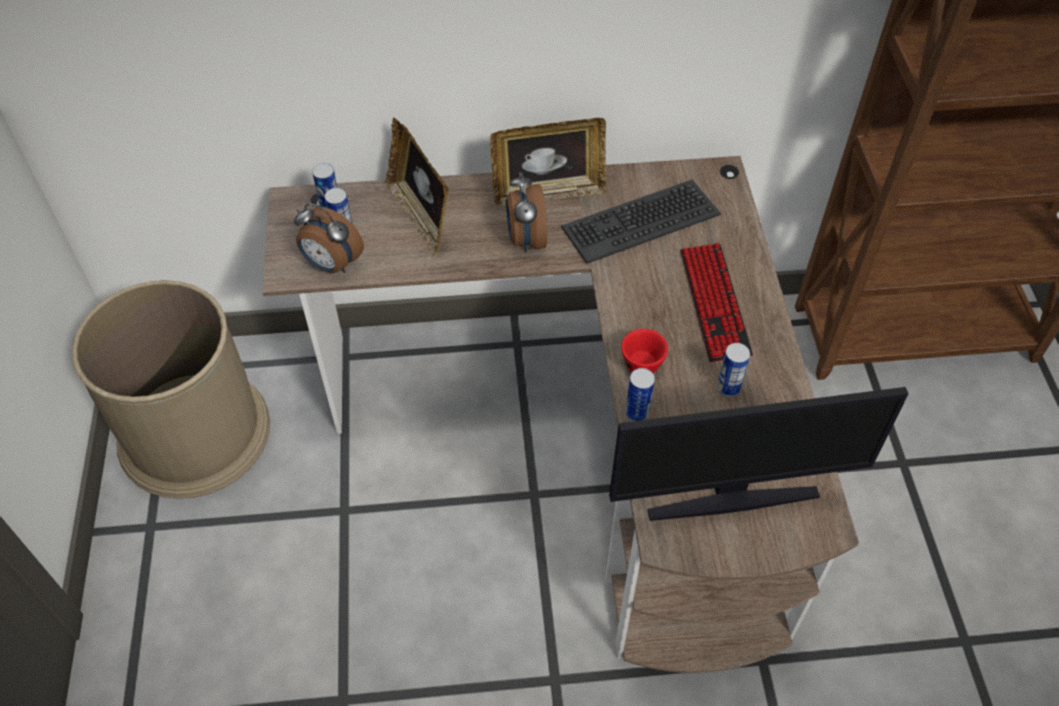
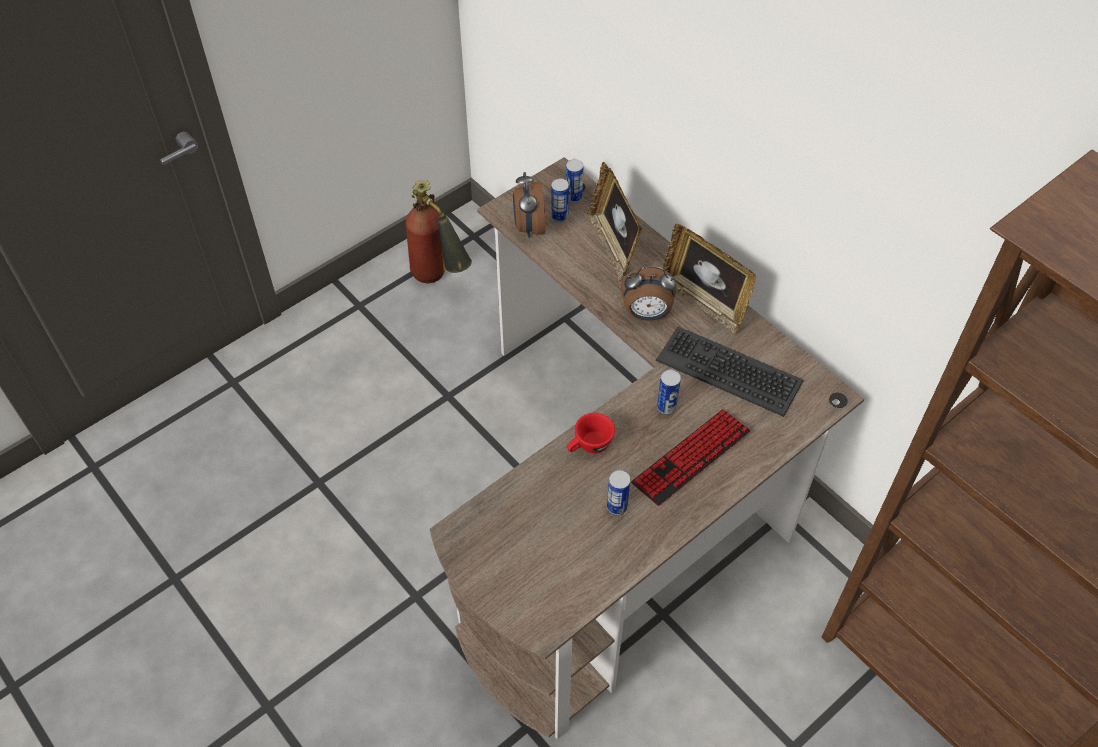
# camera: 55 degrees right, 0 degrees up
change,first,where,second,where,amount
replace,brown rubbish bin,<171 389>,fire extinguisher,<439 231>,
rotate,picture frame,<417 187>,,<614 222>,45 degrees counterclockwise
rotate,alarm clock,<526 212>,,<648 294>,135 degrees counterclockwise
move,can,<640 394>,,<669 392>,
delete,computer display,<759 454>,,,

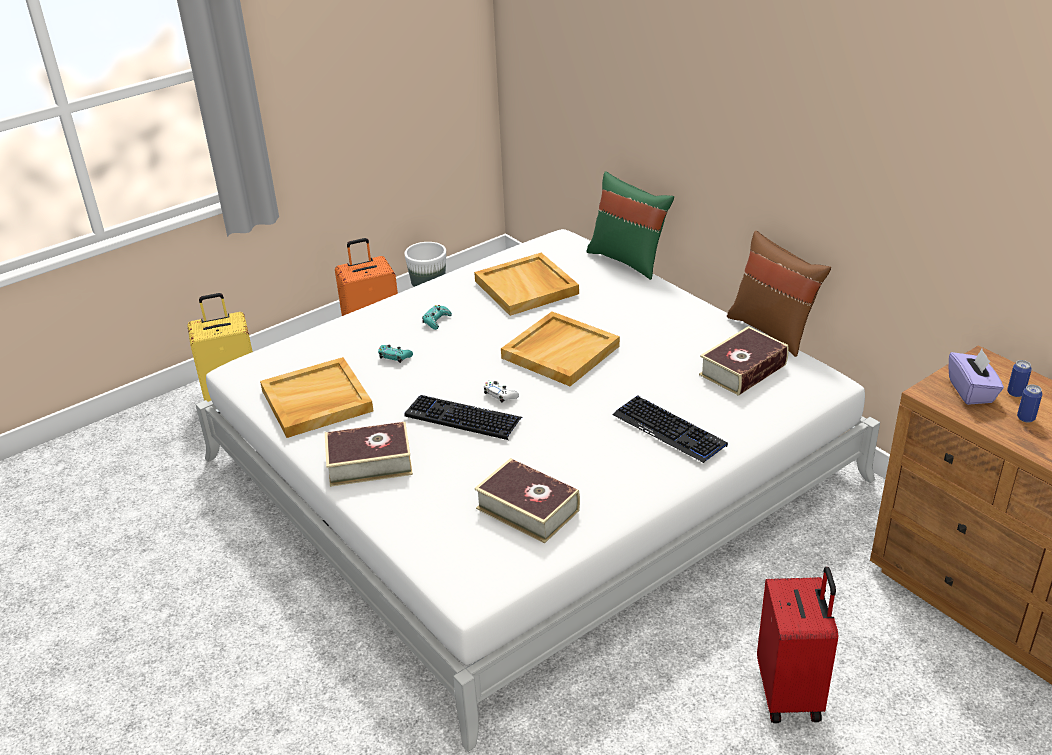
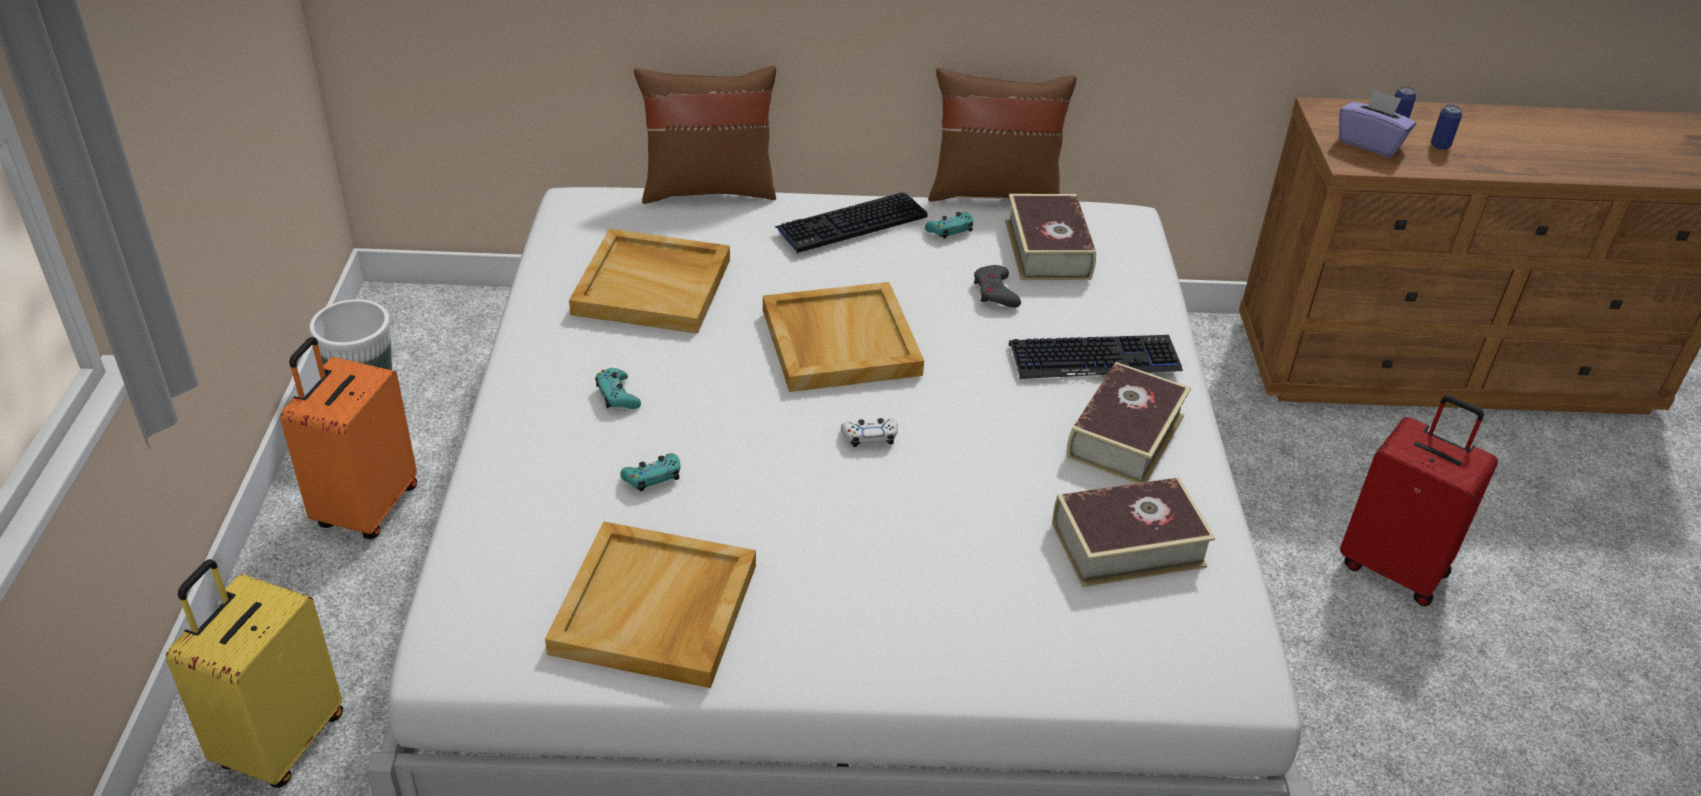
# camera: 55 degrees left, 5 degrees up
change,first,where,second,where,amount
recolor,greenish cushion,<630 226>,brown cushion,<705 135>,
move,PC keyboard,<463 417>,,<851 222>,
insert,,,blue-green joypad,<949 225>,
insert,,,gray joypad,<997 286>,
move,volume,<369 454>,,<1129 422>,

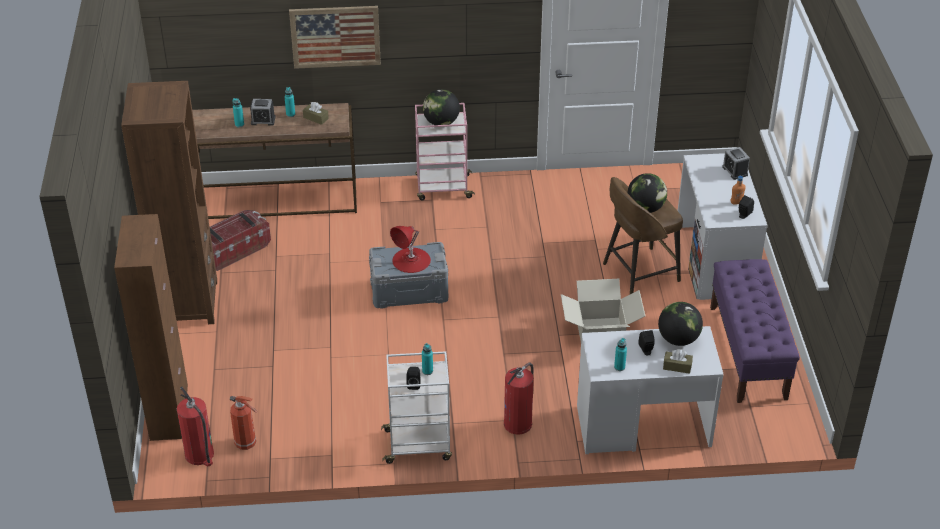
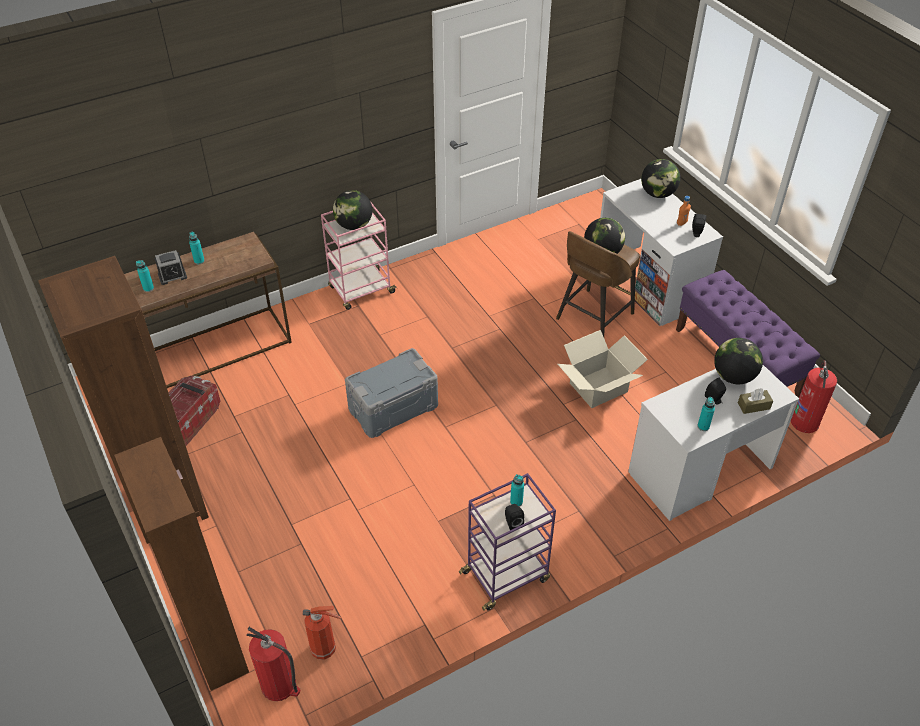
# camera: 25 degrees left, 5 degrees up
change,first,where,second,where,amount
recolor,white cart,<416 407>,purple cart,<507 542>,
replace,alarm clock,<736 163>,world globe,<661 178>,
move,fire extinguisher,<519 399>,,<814 396>,
delete,picture,<335 37>,,,
delete,brown tissue box,<316 113>,,,
delete,reddish tabletop lamp,<410 249>,,,

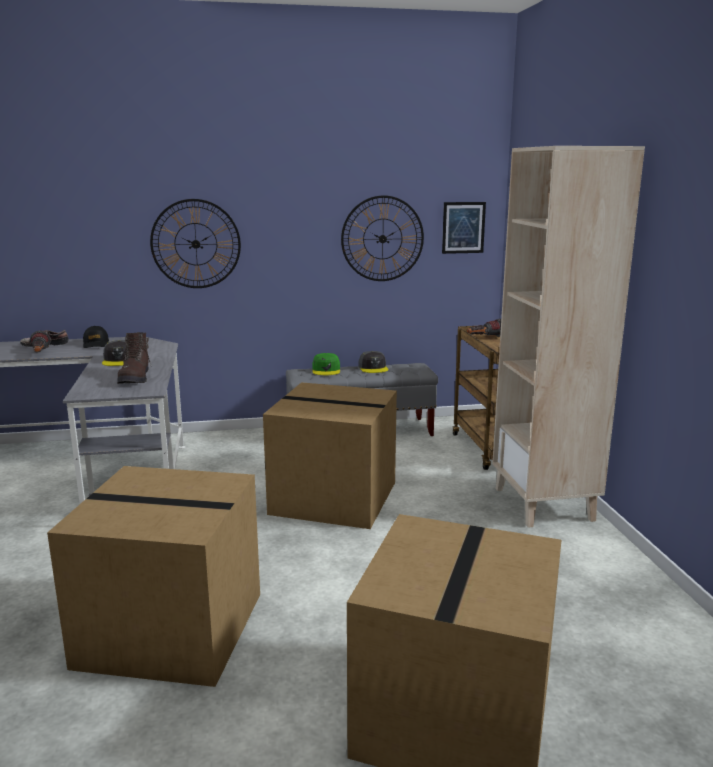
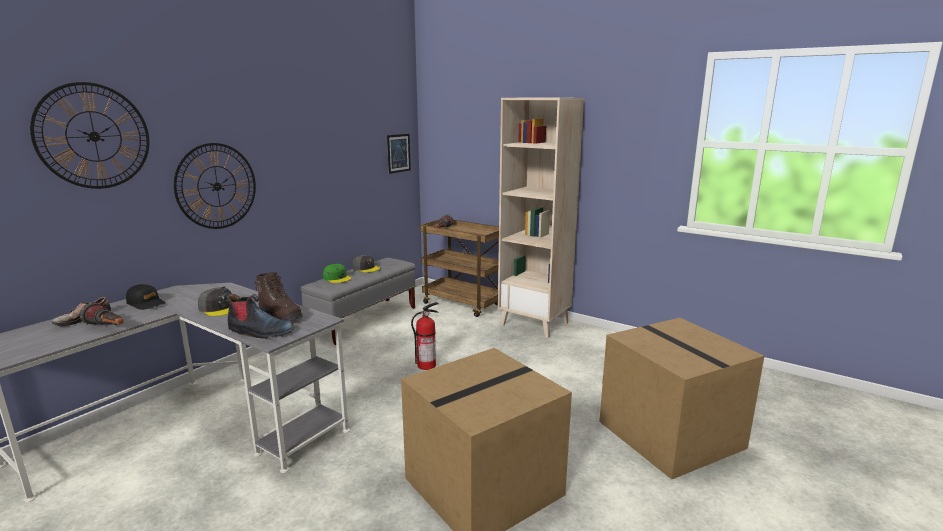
# camera: 45 degrees left, 0 degrees up
change,first,where,second,where,amount
move,hanging clock,<382 238>,,<89 135>,
insert,,,boot,<257 312>,
replace,packing box,<330 455>,fire extinguisher,<425 336>,

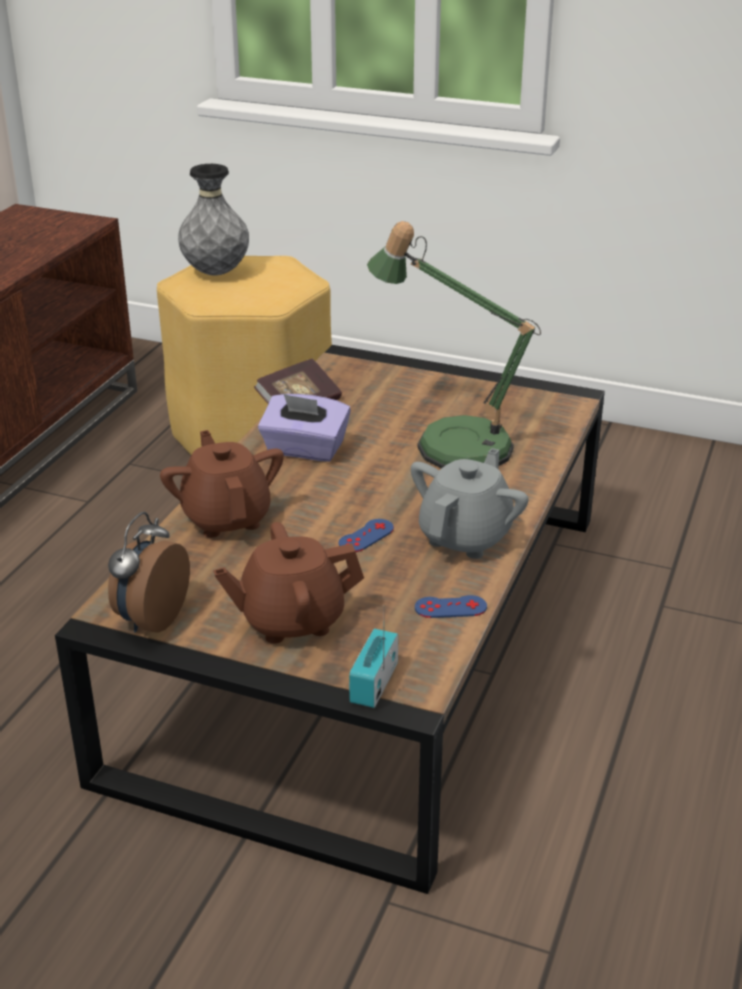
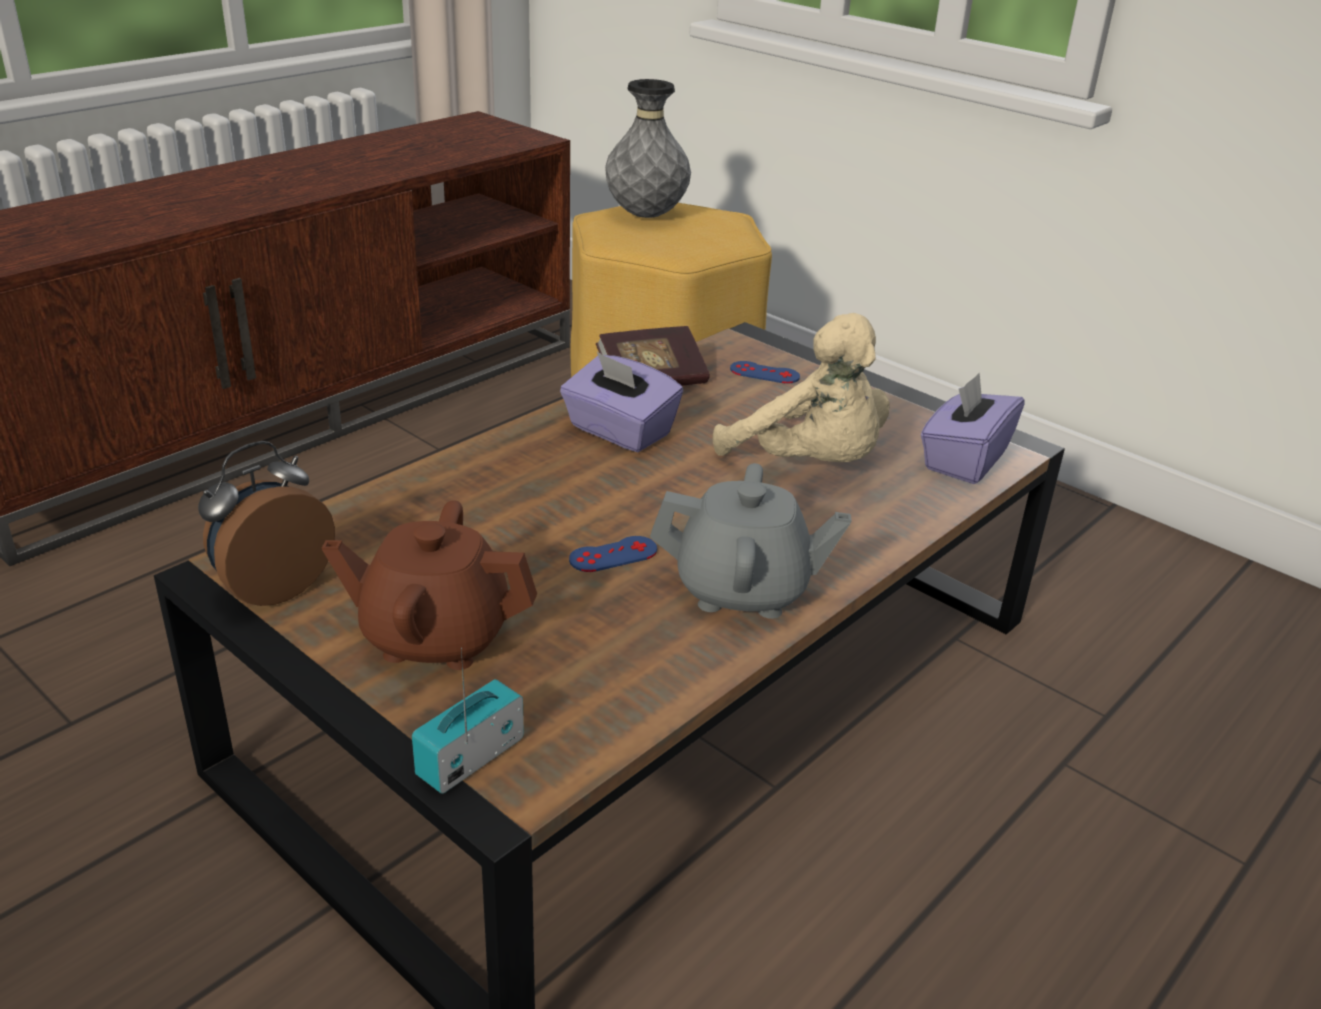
# camera: 20 degrees right, 0 degrees up
change,first,where,second,where,amount
rotate,gray teapot,<470 503>,,<751 541>,45 degrees clockwise
replace,tabletop lamp,<454 345>,beige soft toy,<800 387>,
move,blue joypad,<451 606>,,<765 372>,
insert,,,purple tissue box,<973 428>,
delete,brown teapot,<222 484>,,,

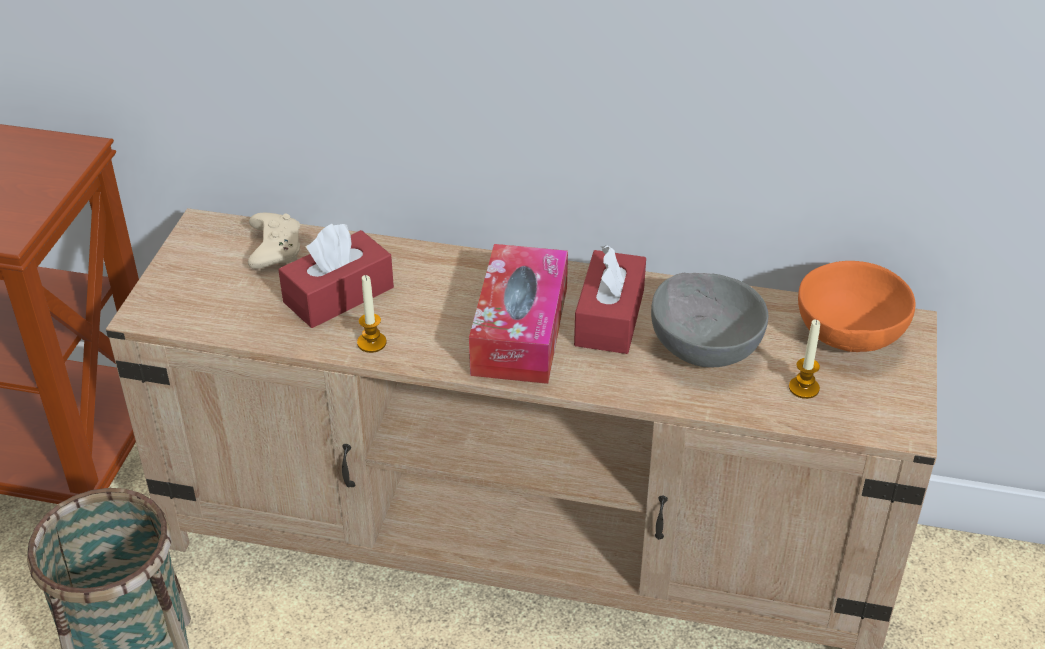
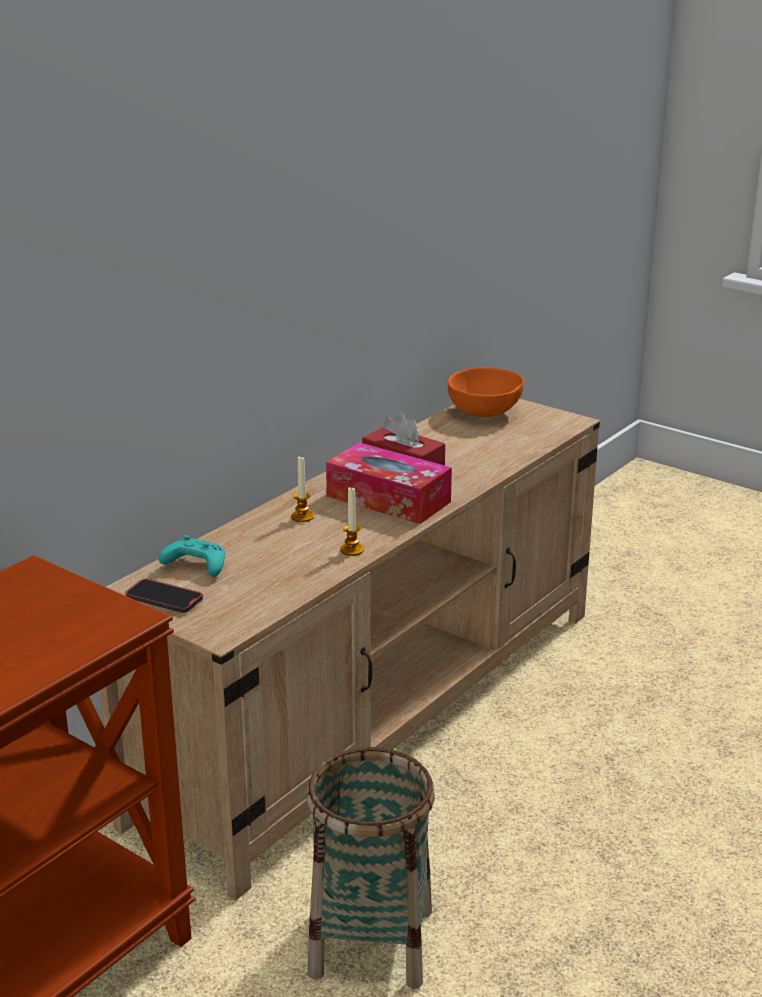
# camera: 65 degrees left, 15 degrees down
change,first,where,second,where,amount
insert,,,phone,<164 596>,
recolor,beige joypad,<274 241>,blue-green joypad,<192 556>,
move,wax light,<804 359>,,<302 489>,
delete,reddish tissue box,<336 276>,,,
delete,gray serving bowl,<709 320>,,,

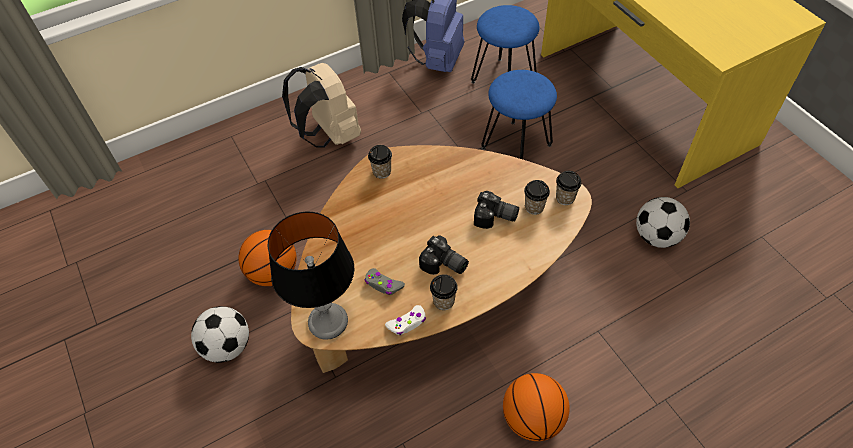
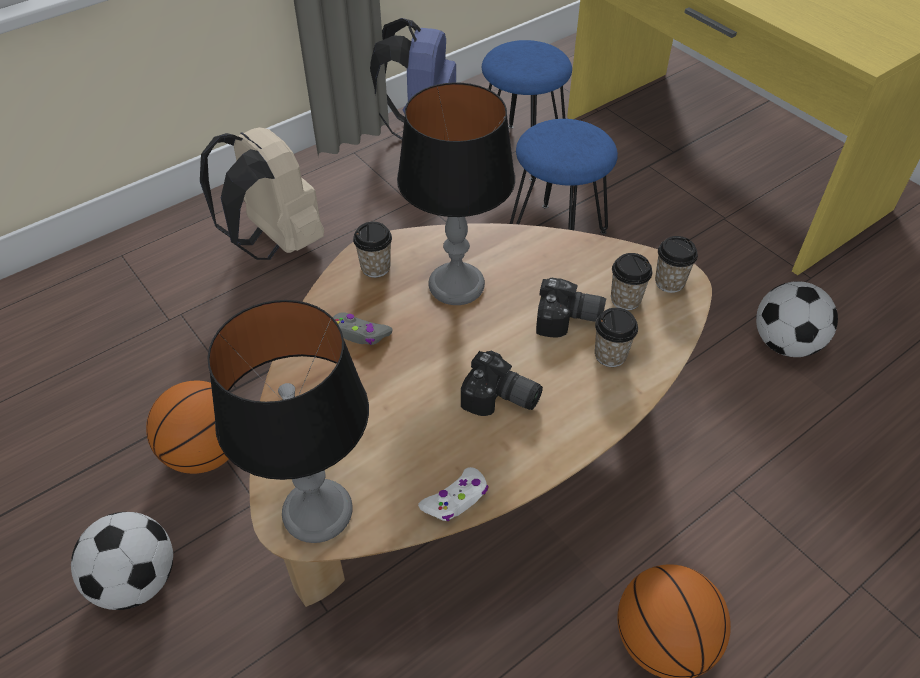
# camera: 10 degrees left, 5 degrees down
change,first,where,second,where,amount
move,gray joypad,<385 281>,,<363 328>,
insert,,,tabletop lamp,<456 193>,
move,small cup,<444 292>,,<616 337>,

